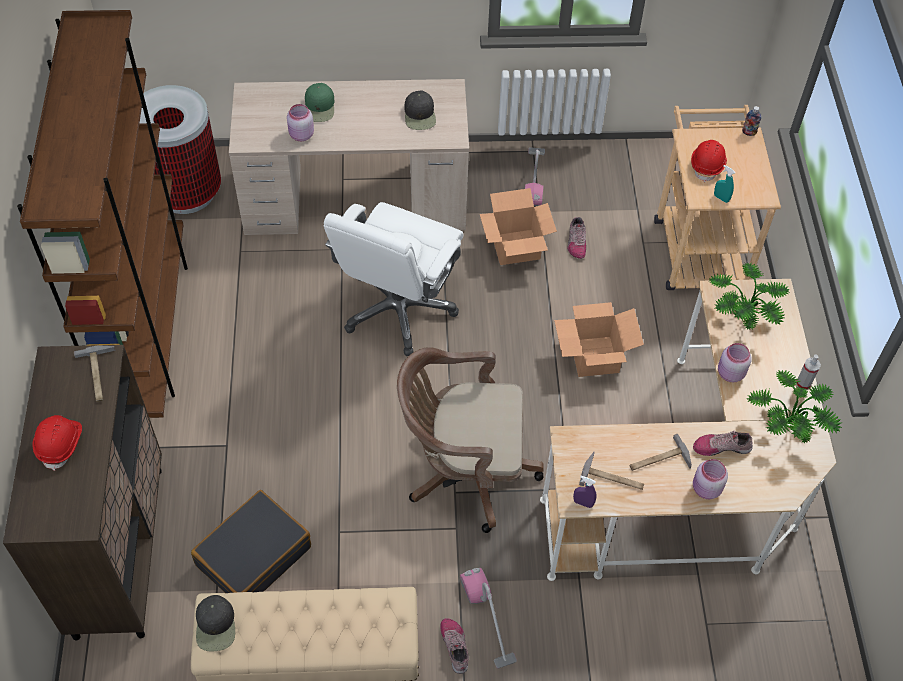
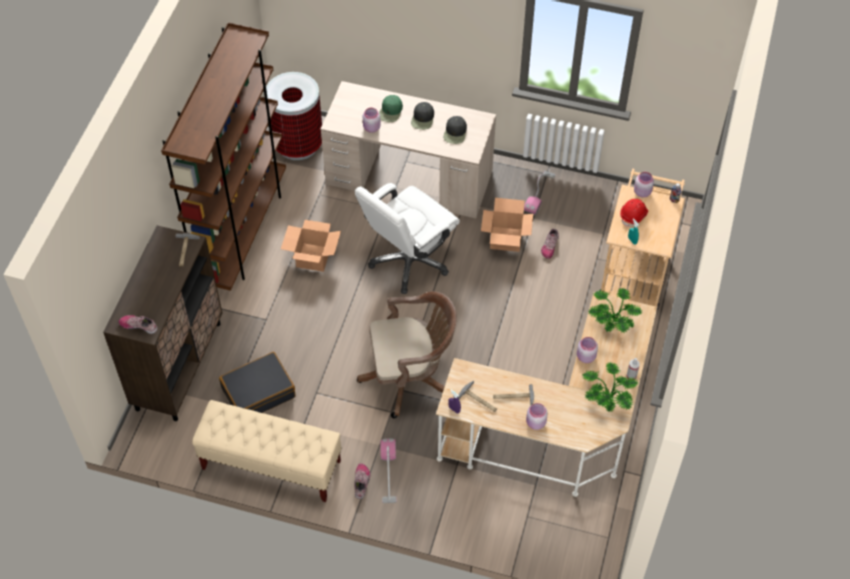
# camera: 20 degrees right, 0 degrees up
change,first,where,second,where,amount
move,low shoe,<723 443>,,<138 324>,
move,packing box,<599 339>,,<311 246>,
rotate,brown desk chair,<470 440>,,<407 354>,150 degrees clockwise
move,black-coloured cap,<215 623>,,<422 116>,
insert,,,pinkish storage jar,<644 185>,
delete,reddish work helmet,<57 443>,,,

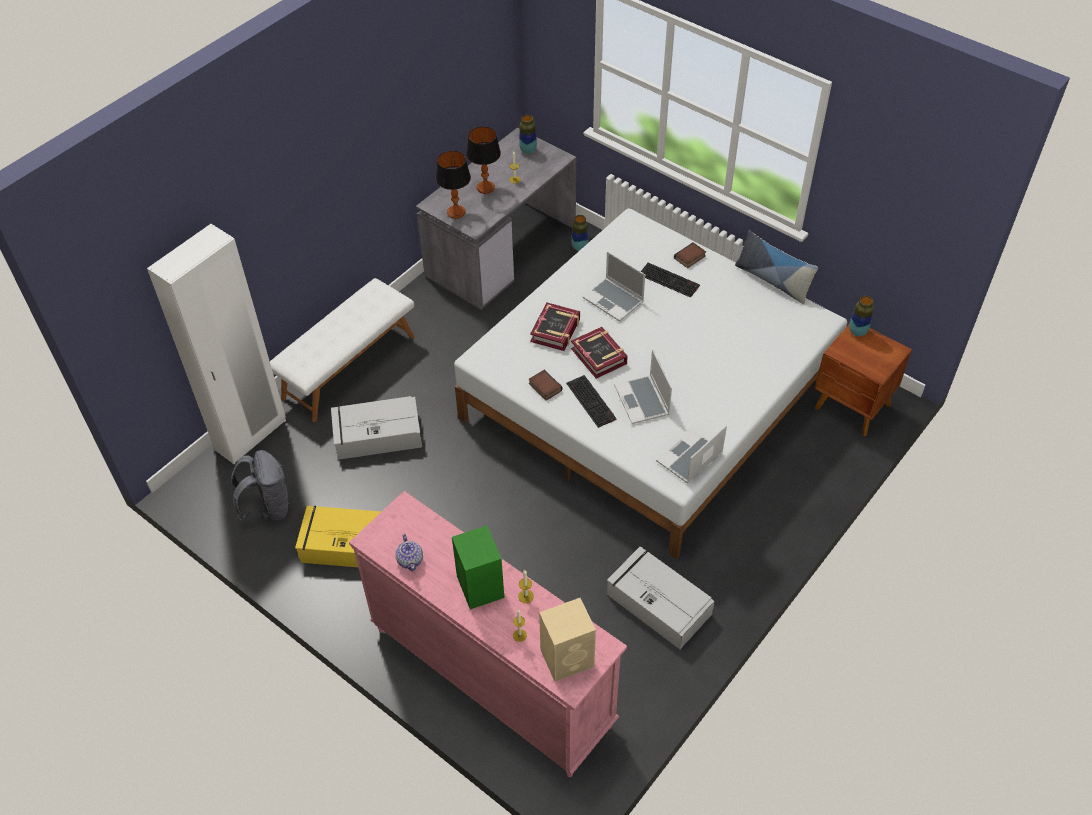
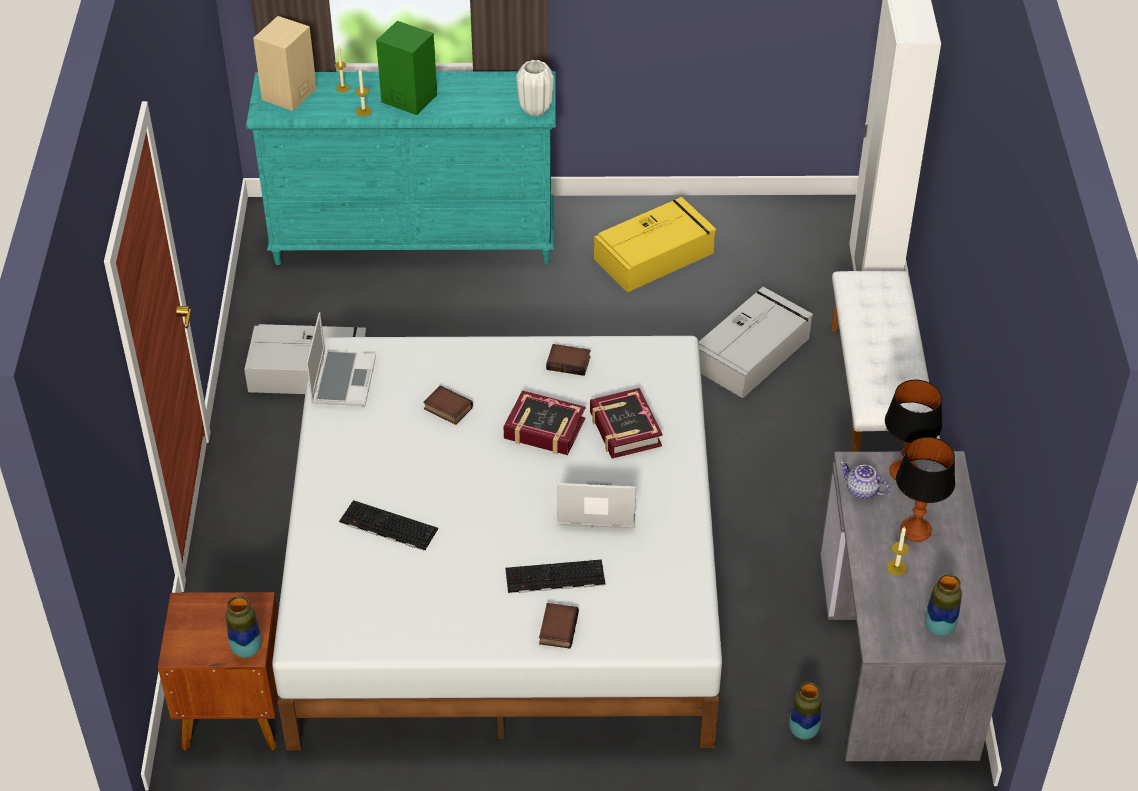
# camera: 140 degrees right, 5 degrees down
change,first,where,second,where,amount
recolor,pinkish chest of drawers,<488 634>,blue-green chest of drawers,<401 168>,
move,PC keyboard,<591 401>,,<388 525>,
replace,notebook computer,<643 387>,volume,<448 405>,
insert,,,white vase,<535 88>,
move,teapot,<409 552>,,<865 480>,
delete,gray backpack,<260 486>,,,
delete,cushion,<776 267>,,,

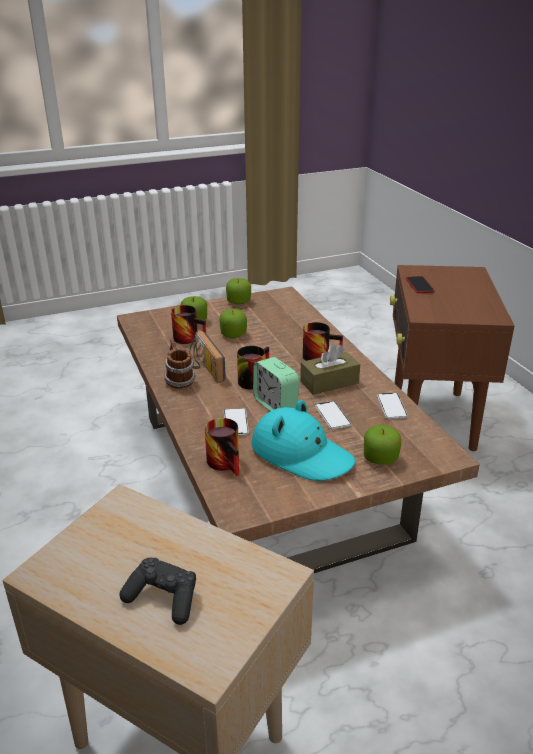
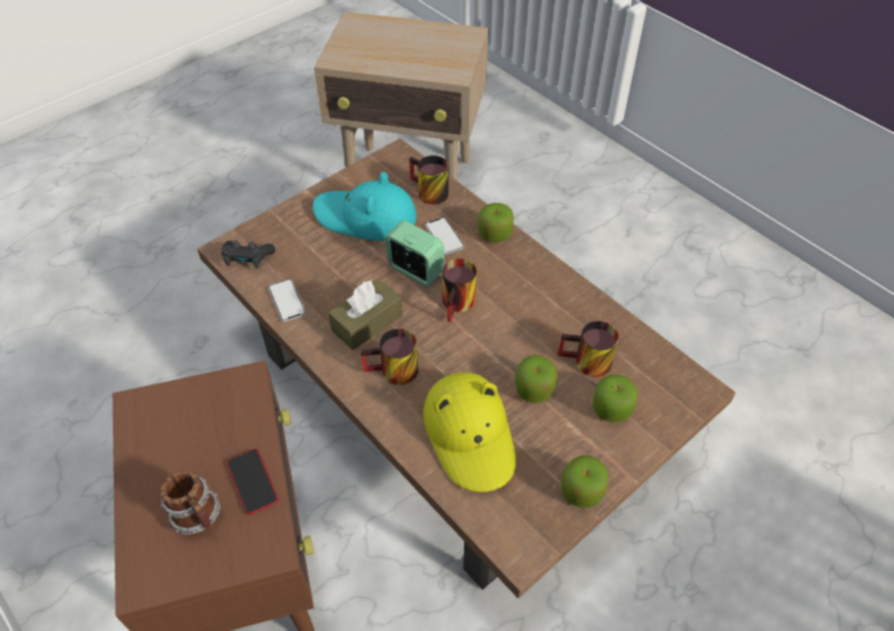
# camera: 160 degrees right, 20 degrees up
change,first,where,second,where,amount
move,tea mug,<180 364>,,<190 503>,
move,black-coloured joypad,<157 591>,,<248 254>,
insert,,,yellow hat,<469 432>,
move,apple fruit,<382 445>,,<496 222>,
delete,radio,<207 356>,,,
delete,phone,<333 415>,,,

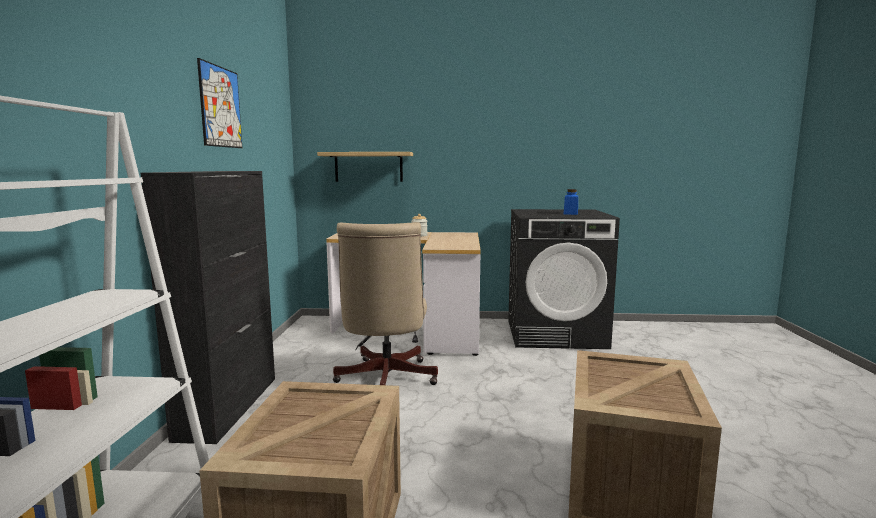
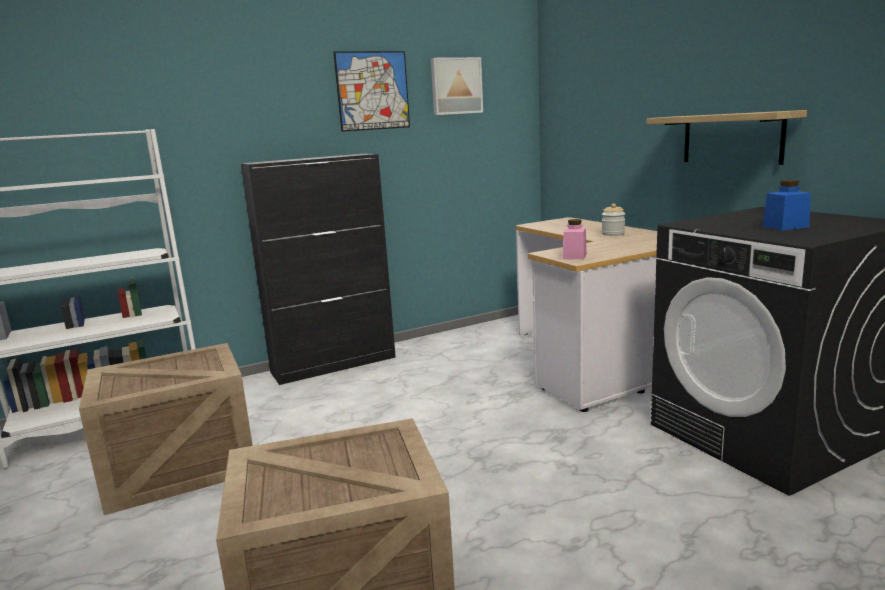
# camera: 60 degrees right, 5 degrees up
change,first,where,second,where,amount
insert,,,picture,<457 86>,
insert,,,pinkish storage jar,<575 239>,
move,wall shelf,<365 167>,,<727 137>,
delete,beige desk chair,<385 303>,,,

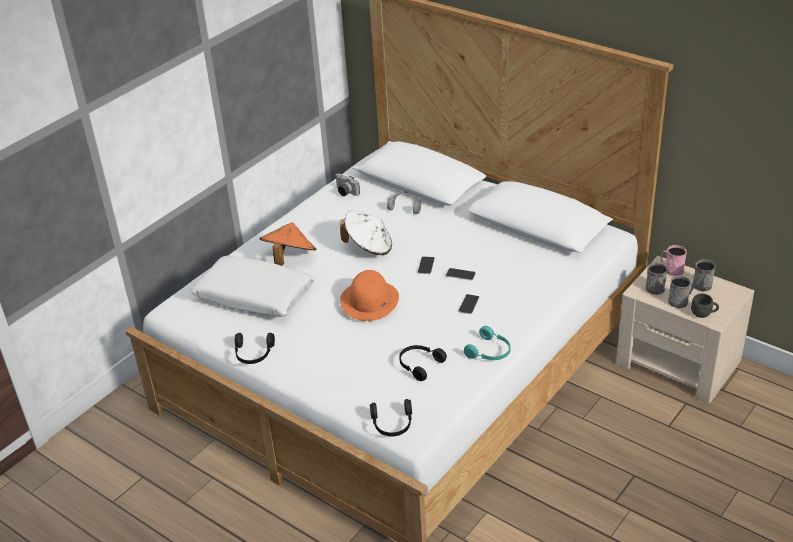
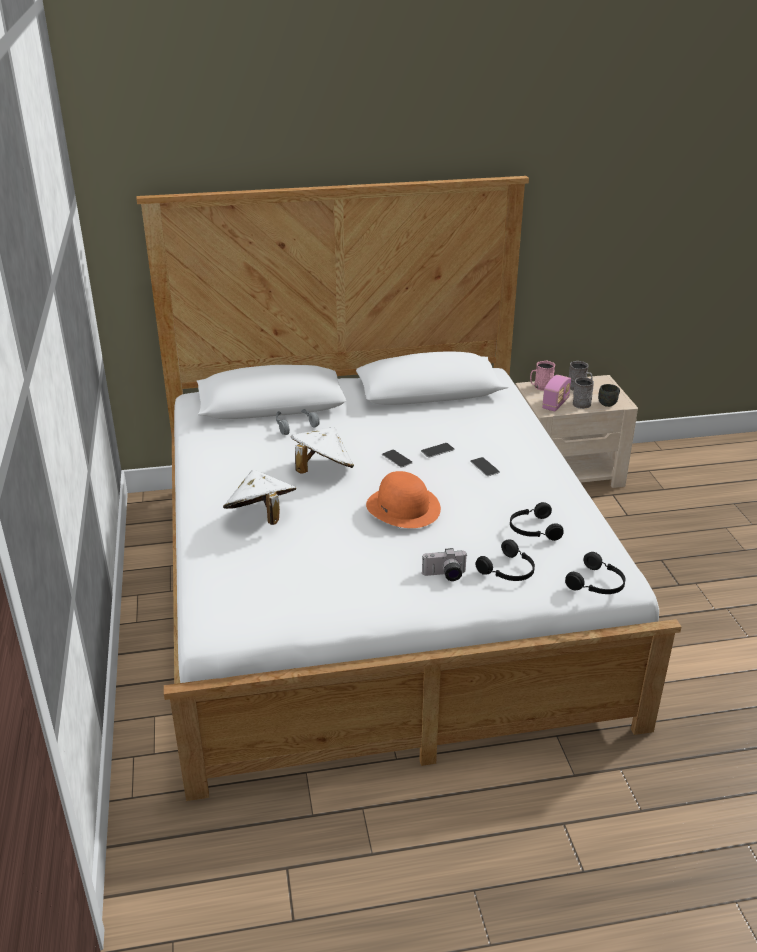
# camera: 50 degrees left, 5 degrees down
change,first,where,second,where,amount
recolor,orange hat,<288 244>,white hat,<259 497>,
move,still camera,<348 184>,,<445 564>,
move,black-coloured headphones,<255 348>,,<505 560>,
replace,gray tea mug,<656 278>,radio,<556 393>,
delete,white cushion,<252 286>,,,
delete,blue-green headphones,<487 343>,,,

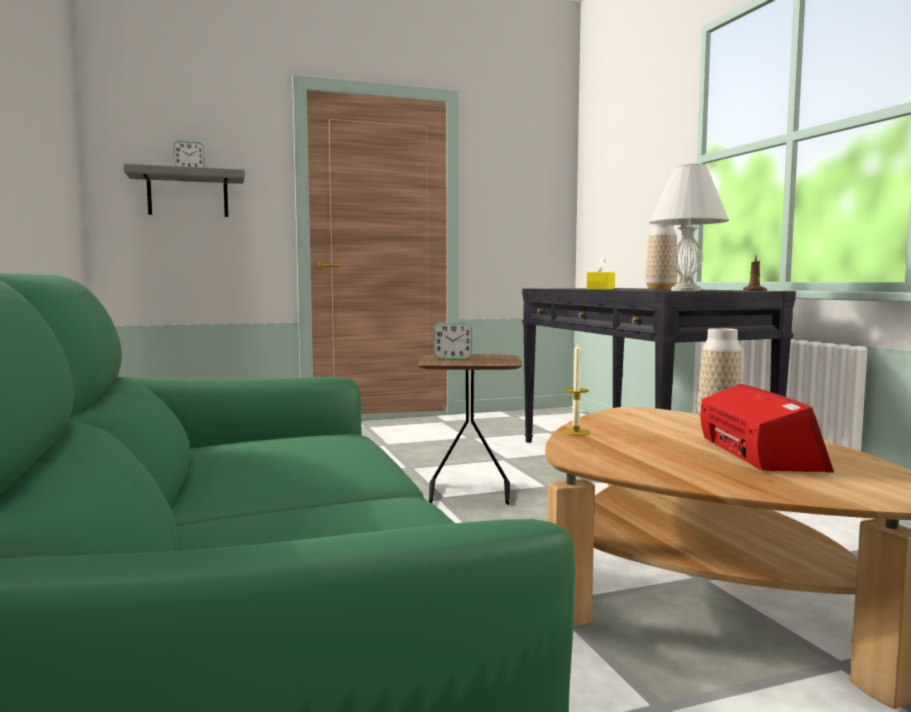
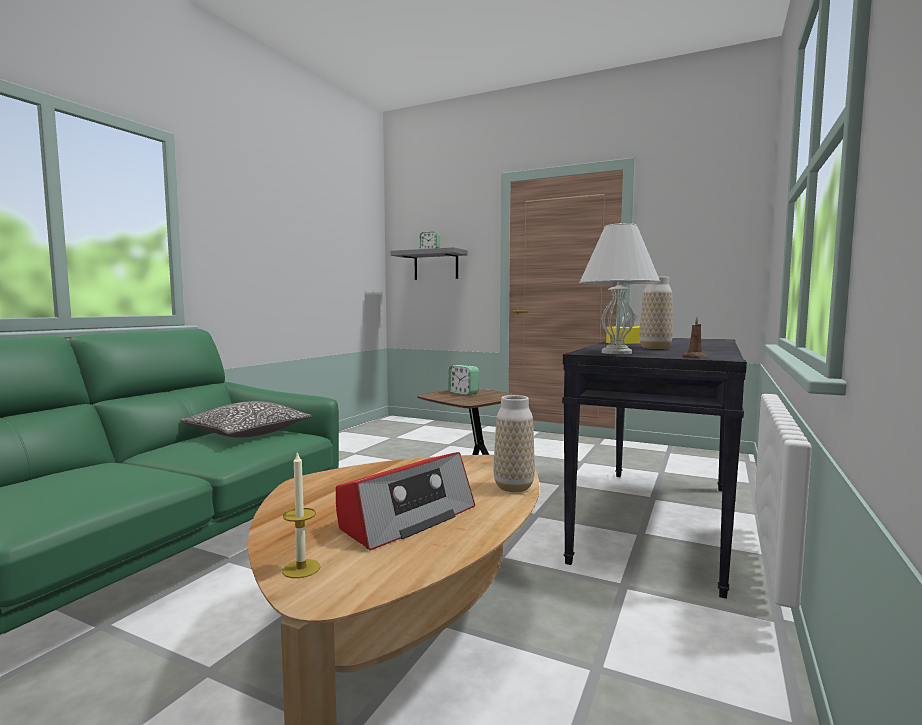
# camera: 45 degrees right, 0 degrees up
change,first,where,second,where,amount
insert,,,cushion,<246 419>,
move,wax light,<576 389>,,<301 514>,

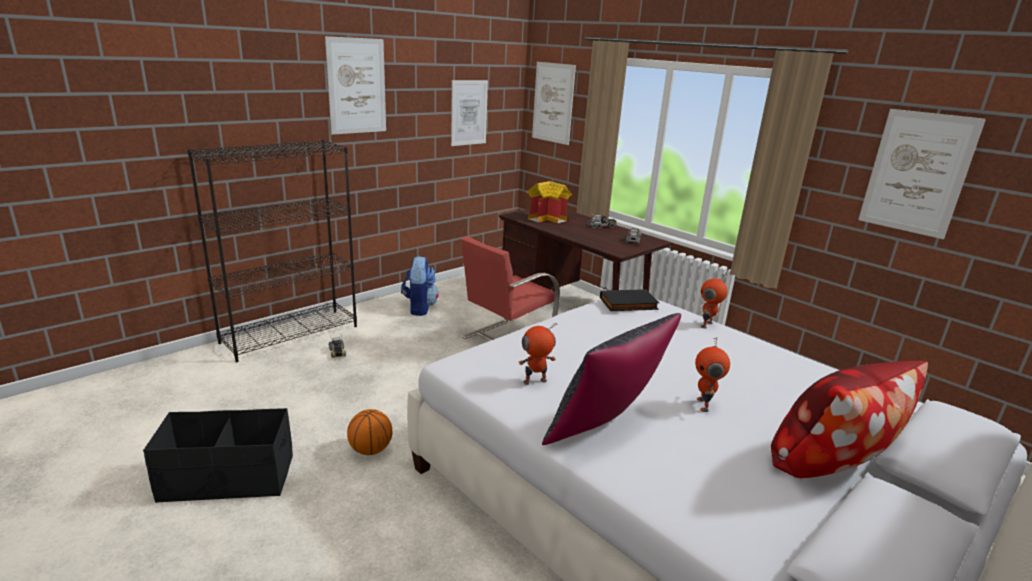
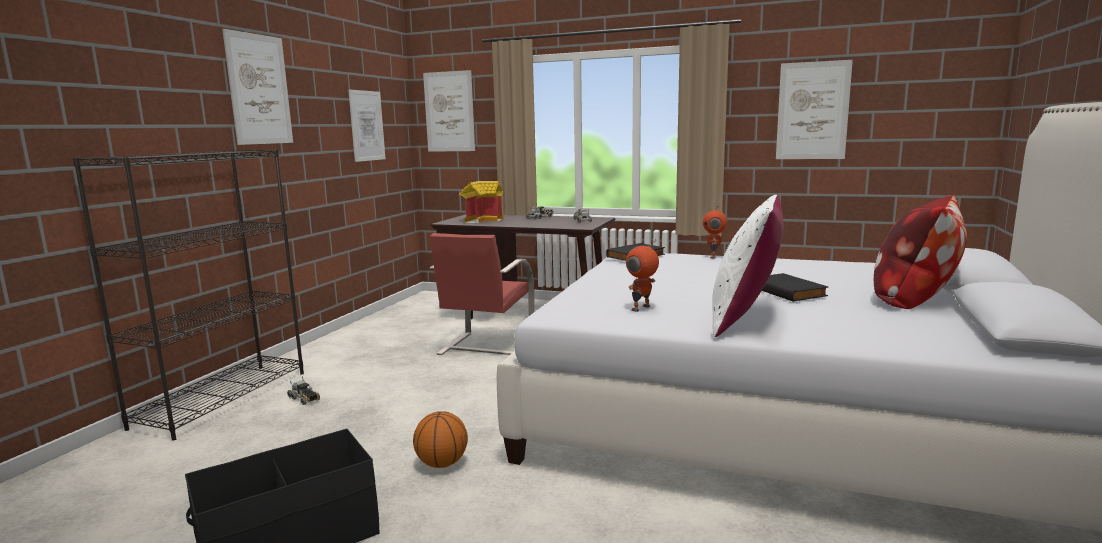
# camera: 25 degrees left, 10 degrees down
change,first,where,second,where,amount
recolor,black-coloured cushion,<611 379>,white cushion,<748 266>,
replace,toy robot,<712 374>,black-coloured volume,<795 287>,
delete,backpack,<420 286>,,,

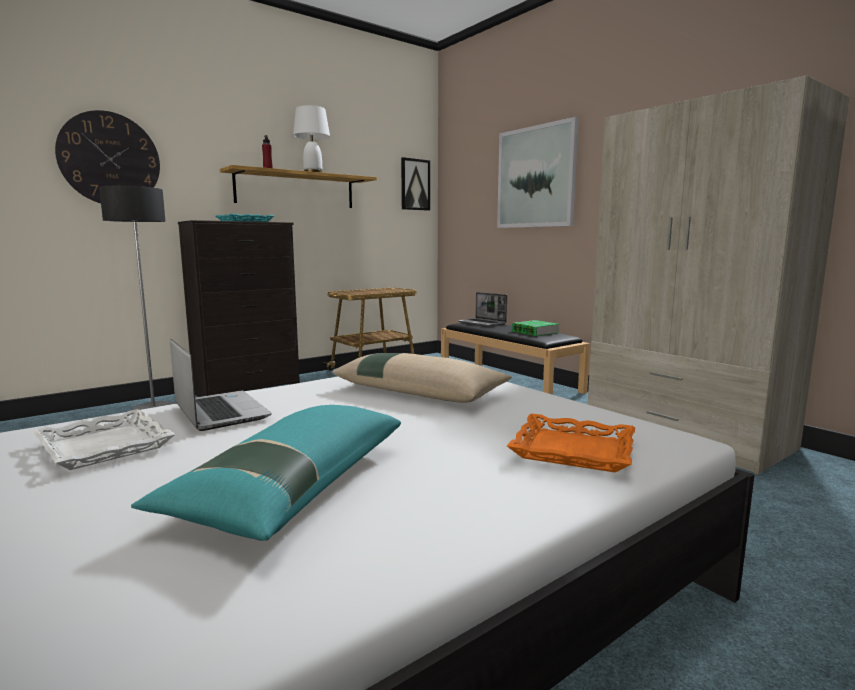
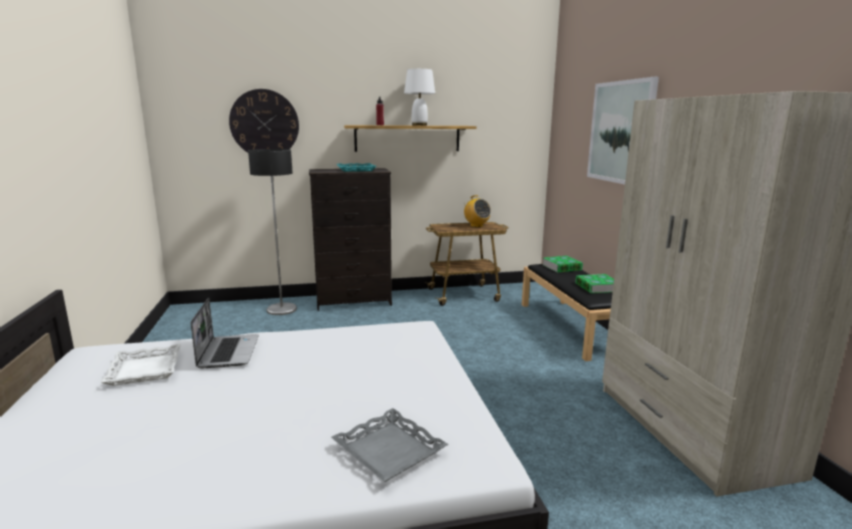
# camera: 25 degrees right, 5 degrees up
change,first,where,second,where,amount
recolor,orange carrying tray,<571 442>,gray carrying tray,<389 445>,
insert,,,radio,<477 211>,
replace,notebook computer,<482 309>,volume,<563 264>,
delete,blue-green cushion,<266 473>,,,
delete,beige cushion,<422 378>,,,
delete,picture,<415 184>,,,

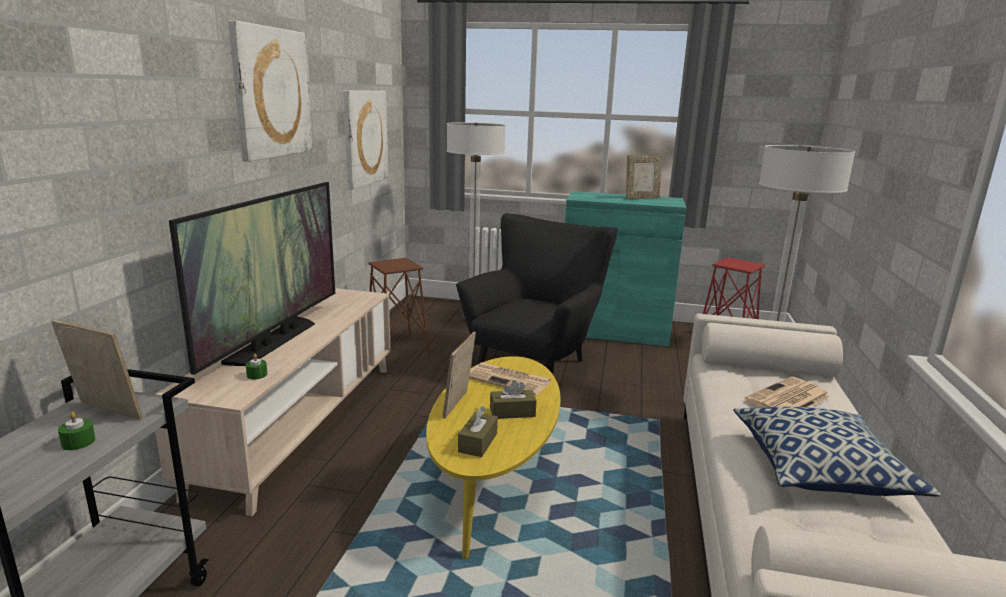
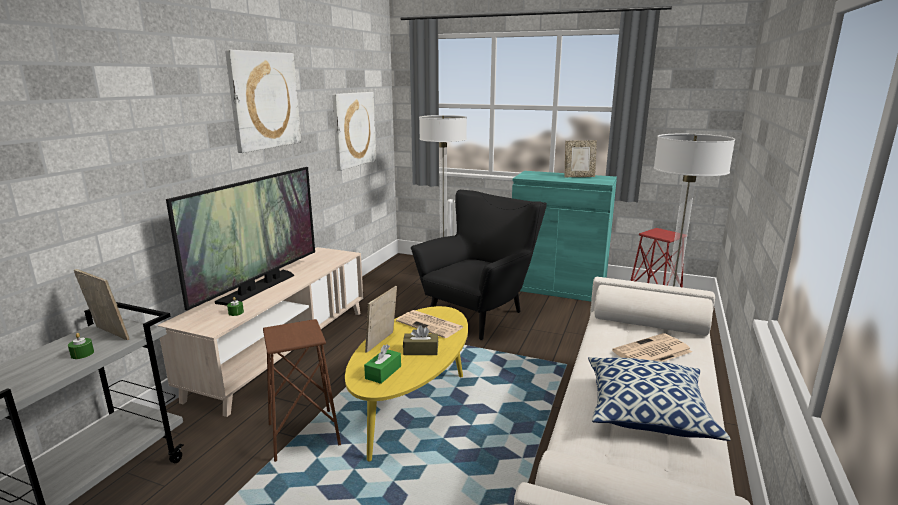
# camera: 10 degrees right, 0 degrees up
change,first,where,second,where,amount
move,brown stool,<399 309>,,<302 390>,
recolor,brown tissue box,<478 431>,greenish tissue box,<382 364>,

